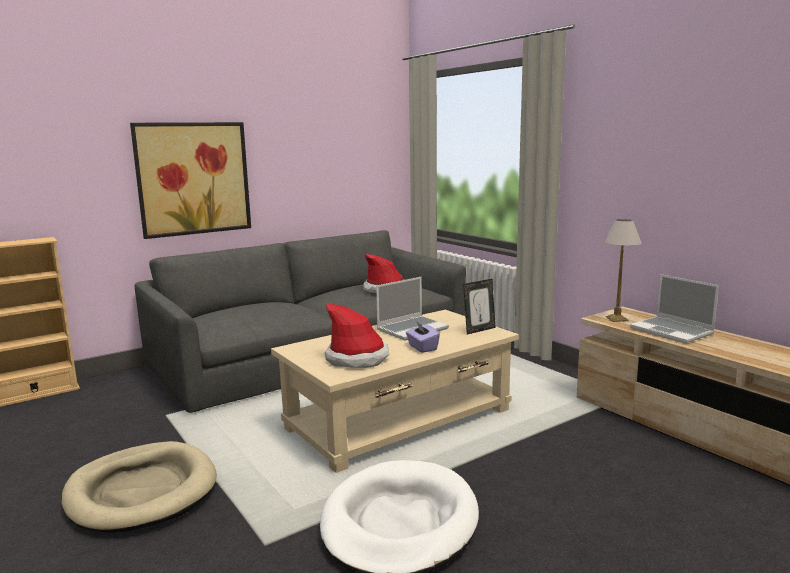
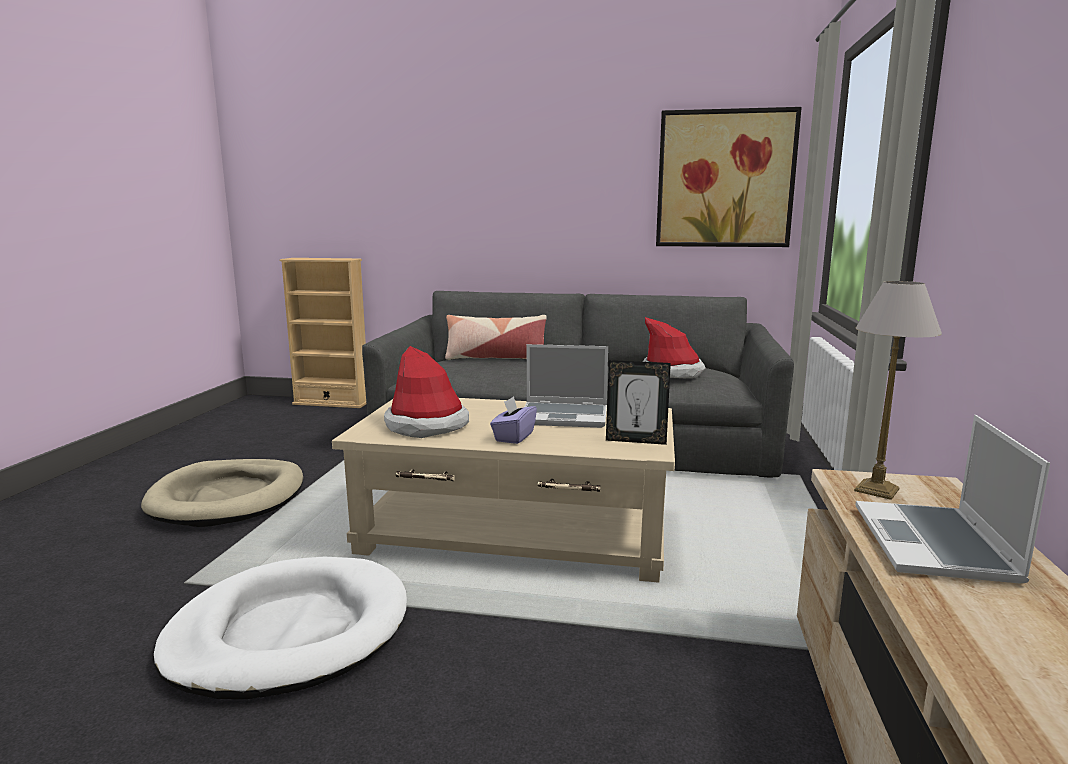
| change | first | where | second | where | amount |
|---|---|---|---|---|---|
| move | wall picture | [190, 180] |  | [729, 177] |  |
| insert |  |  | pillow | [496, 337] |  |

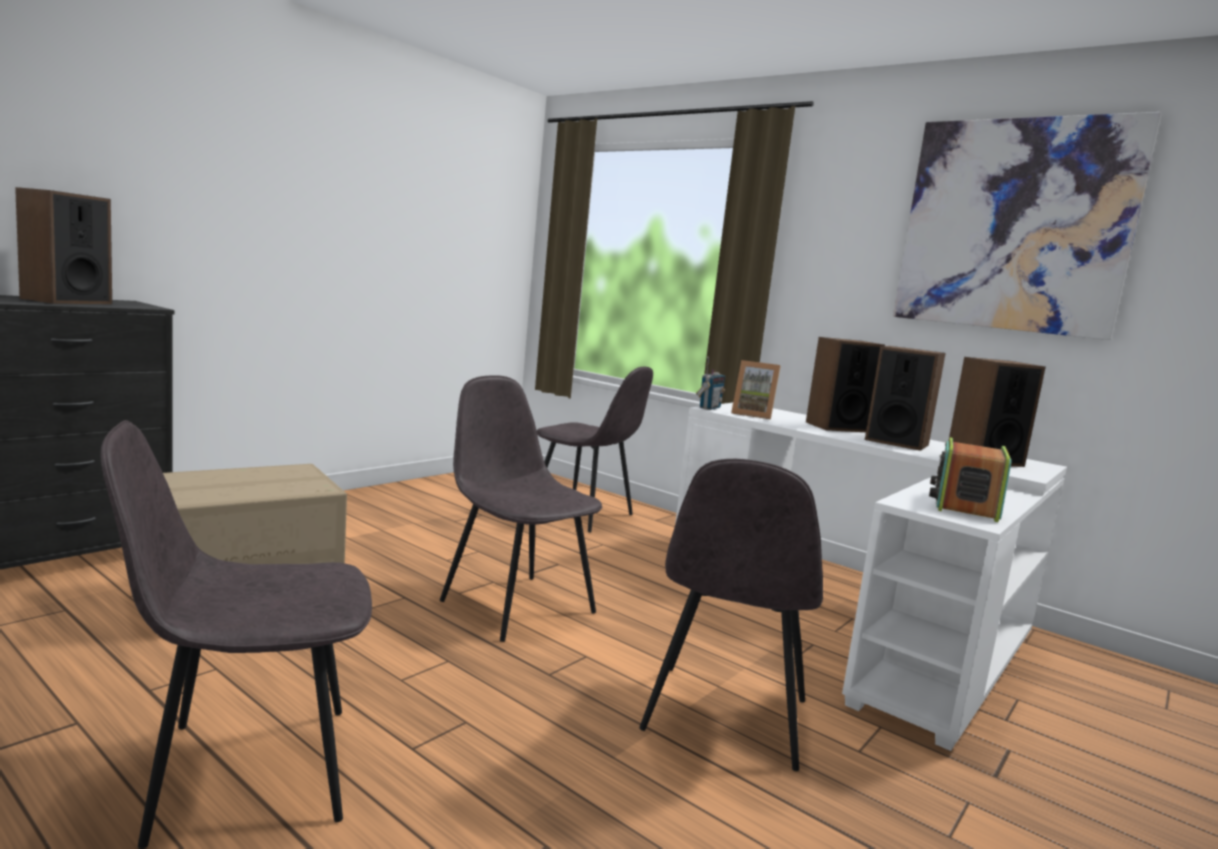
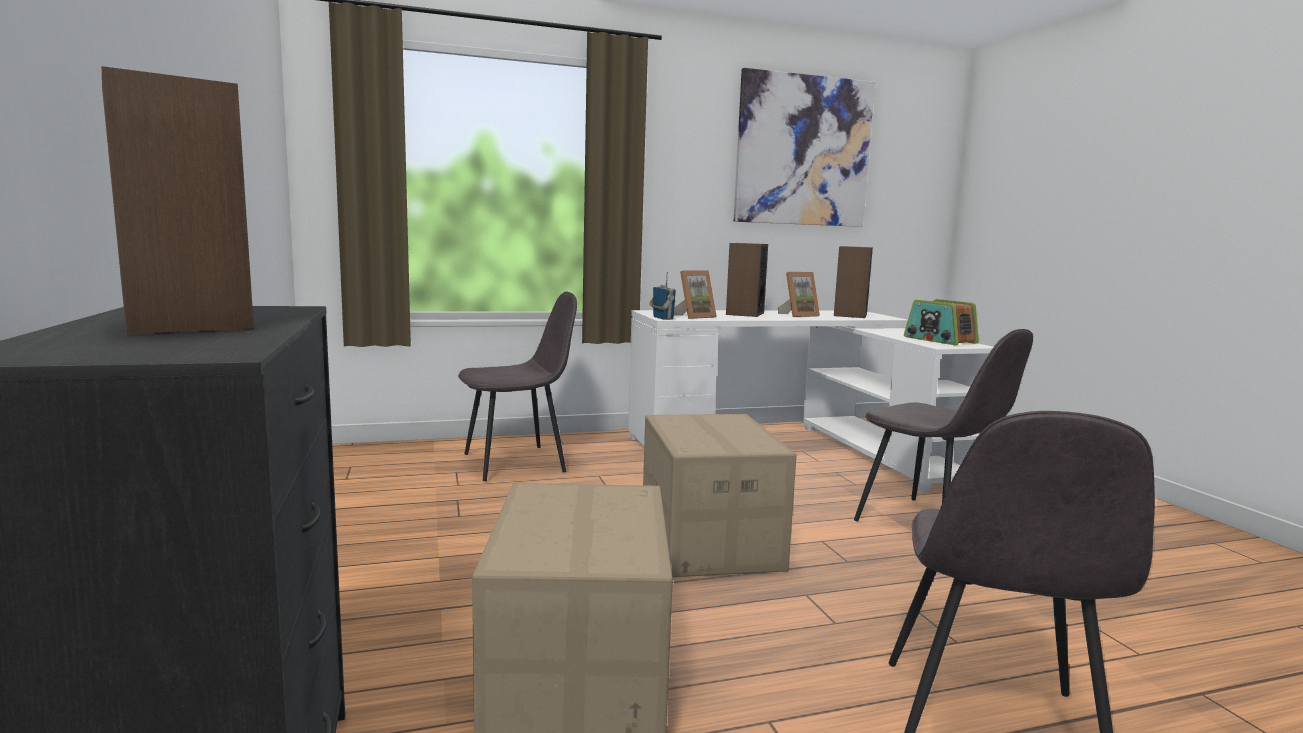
| change | first | where | second | where | amount |
|---|---|---|---|---|---|
| replace | gray chair | [521, 508] | packing box | [720, 495] |  |
| replace | audio speaker | [905, 398] | photo frame | [799, 294] |  |

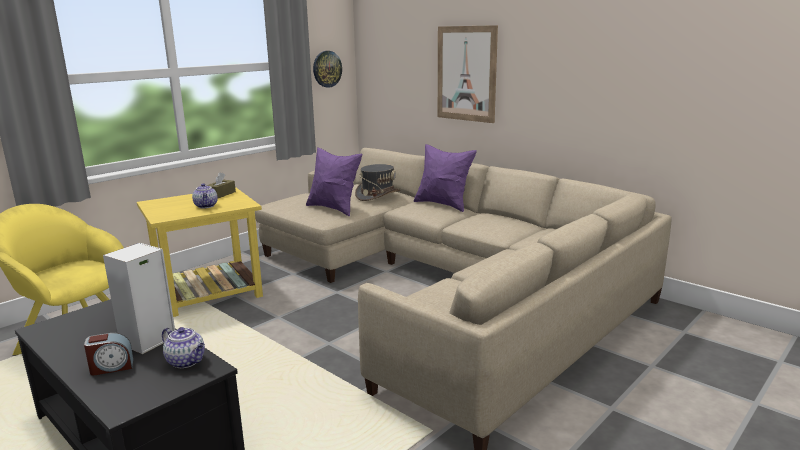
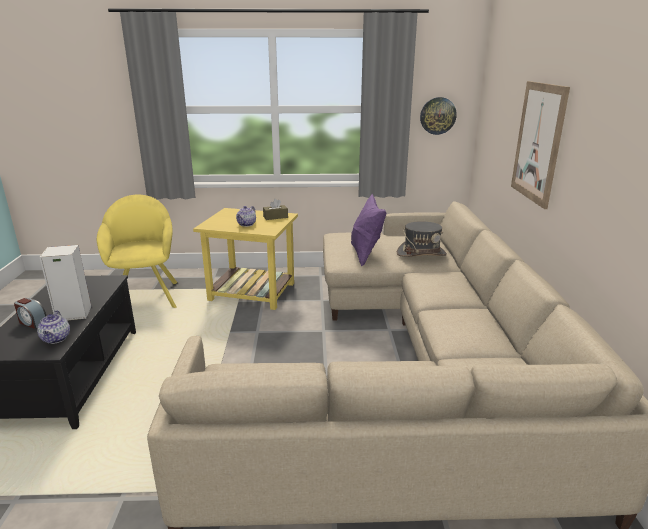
| change | first | where | second | where | amount |
|---|---|---|---|---|---|
| delete | purple-coloured pillow | [445, 178] |  |  |  |

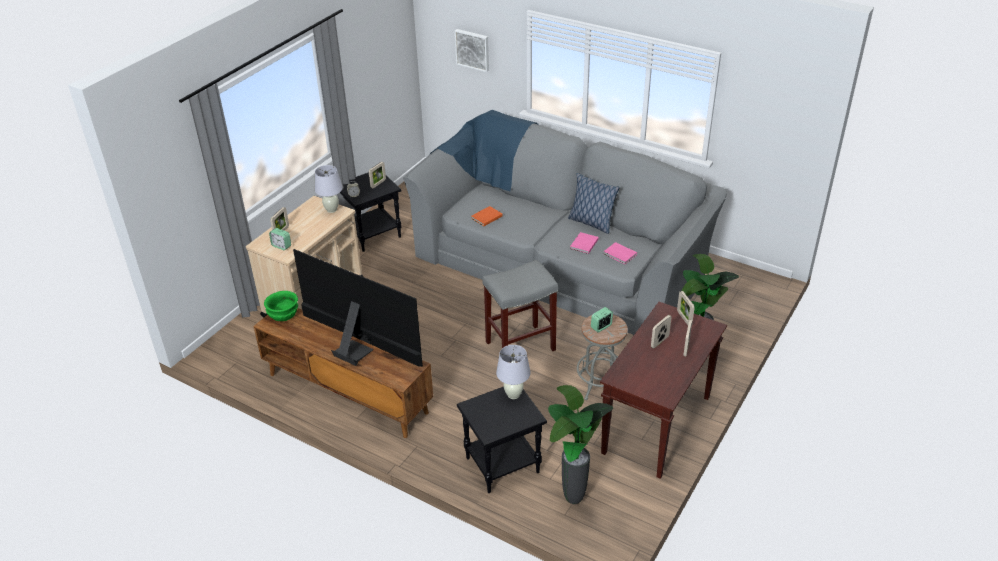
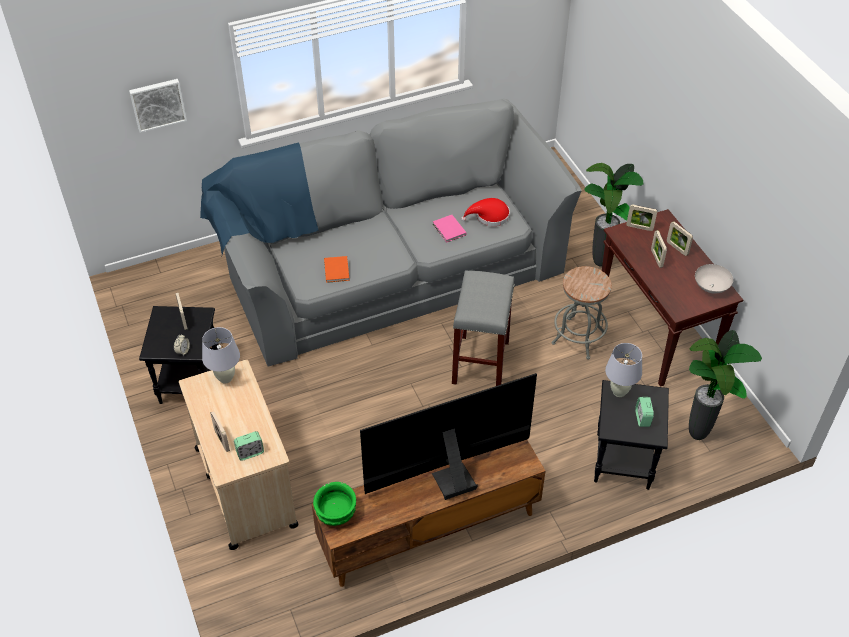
| change | first | where | second | where | amount |
|---|---|---|---|---|---|
| delete | pillow | [593, 203] |  |  |  |
| move | bedside clock | [602, 319] |  | [644, 412] |  |
| replace | pinkish volume | [620, 253] | red wearable hat | [485, 212] |  |
| insert |  |  | whitish serving bowl | [714, 279] |  |

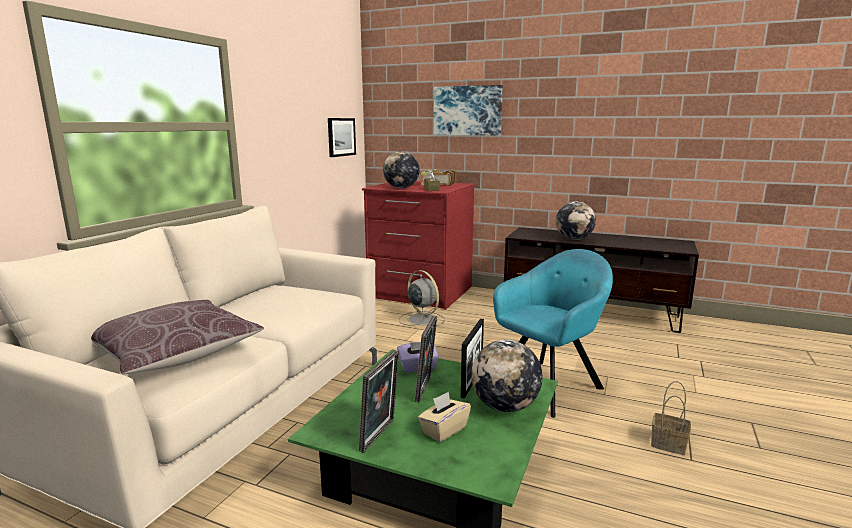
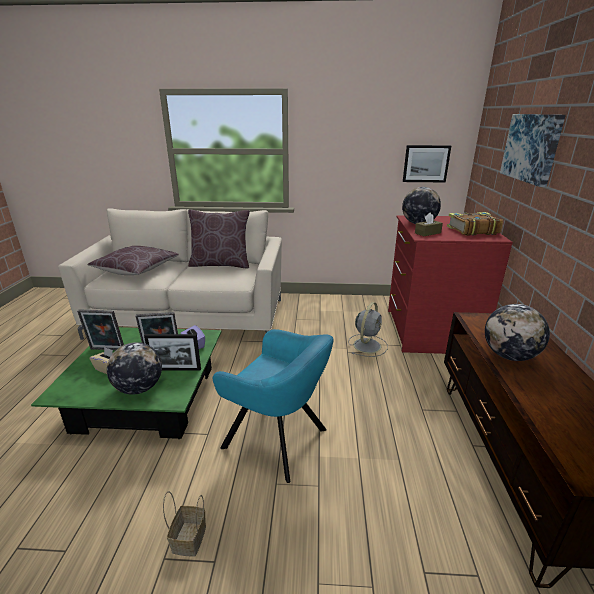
| change | first | where | second | where | amount |
|---|---|---|---|---|---|
| insert |  |  | brownish pillow | [219, 239] |  |

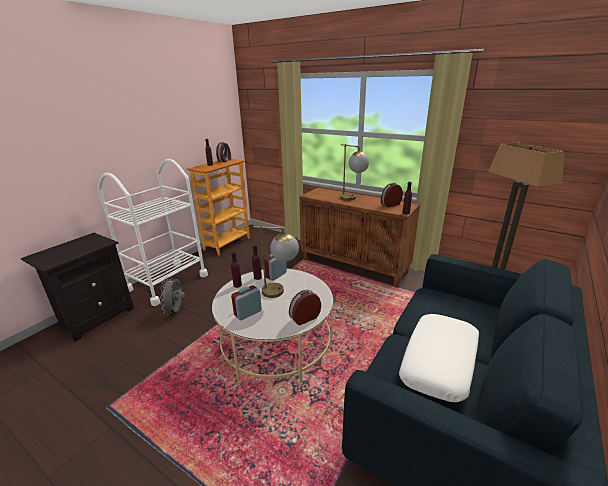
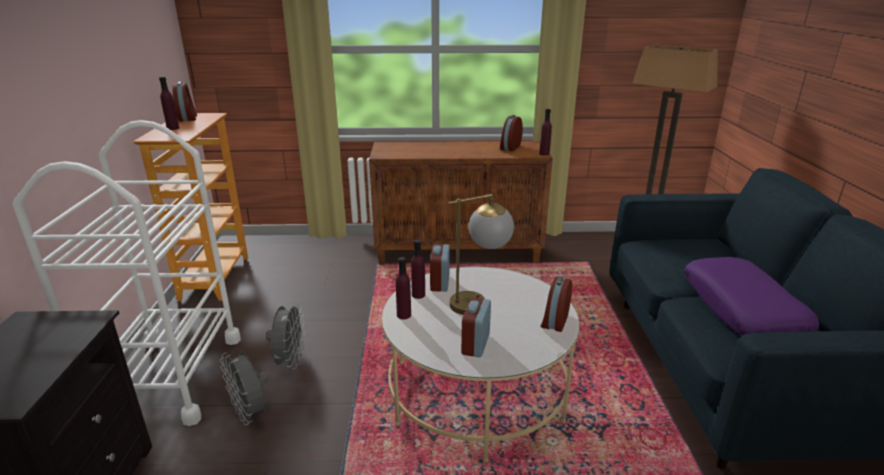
| change | first | where | second | where | amount |
|---|---|---|---|---|---|
| delete | lamp for a table | [354, 172] |  |  |  |
| recolor | whitish pillow | [439, 358] | purple-coloured pillow | [751, 296] |  |
| insert |  |  | gray electric fan | [285, 335] |  |

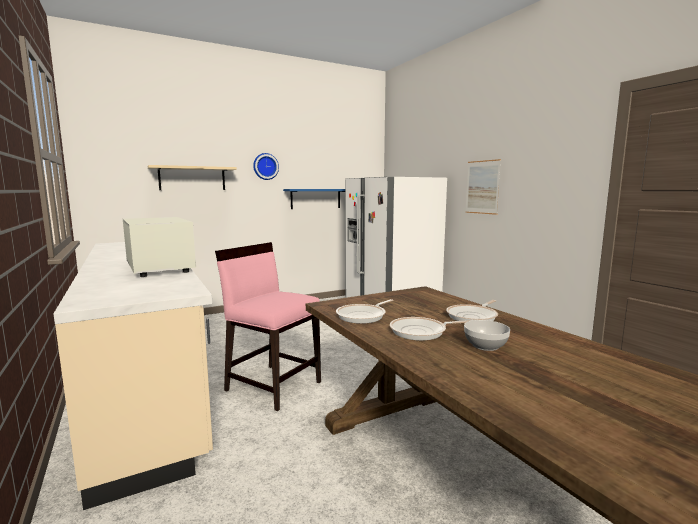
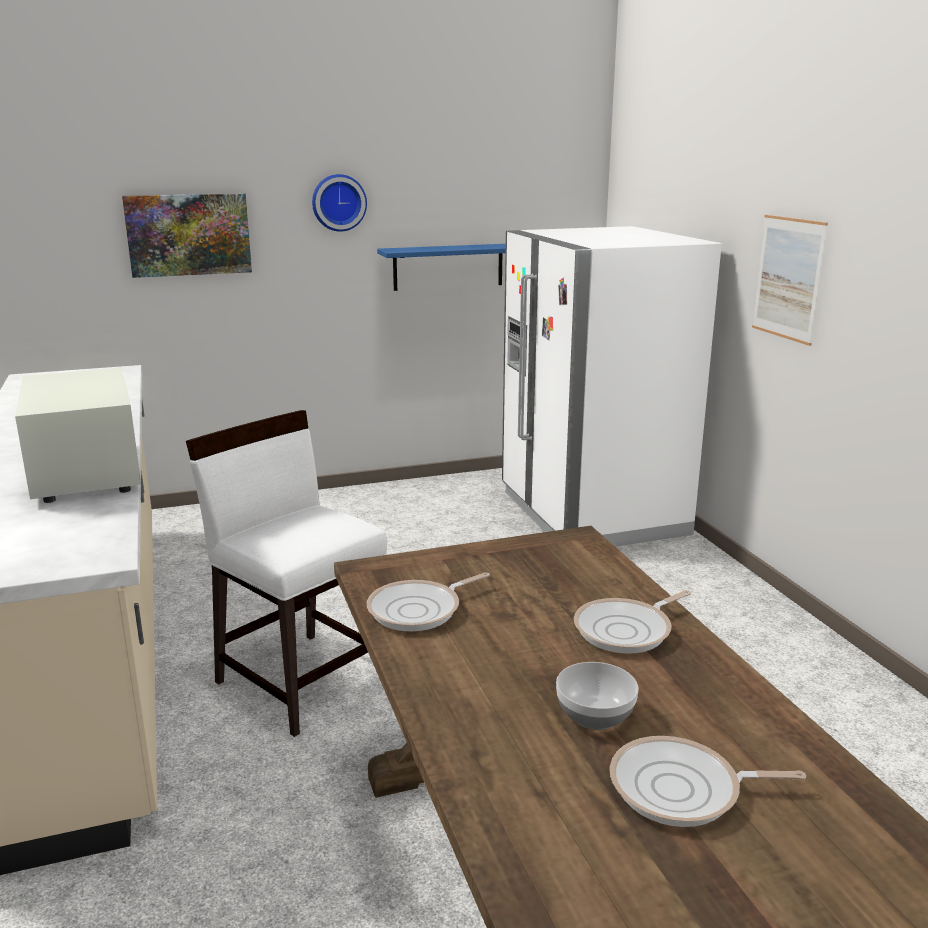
| change | first | where | second | where | amount |
|---|---|---|---|---|---|
| replace | beige shelf | [192, 177] | wall picture | [187, 235] |  |
| recolor | pinkish chair | [268, 326] | whitish chair | [286, 573] |  |
| move | frying pan | [430, 329] |  | [708, 781] |  |

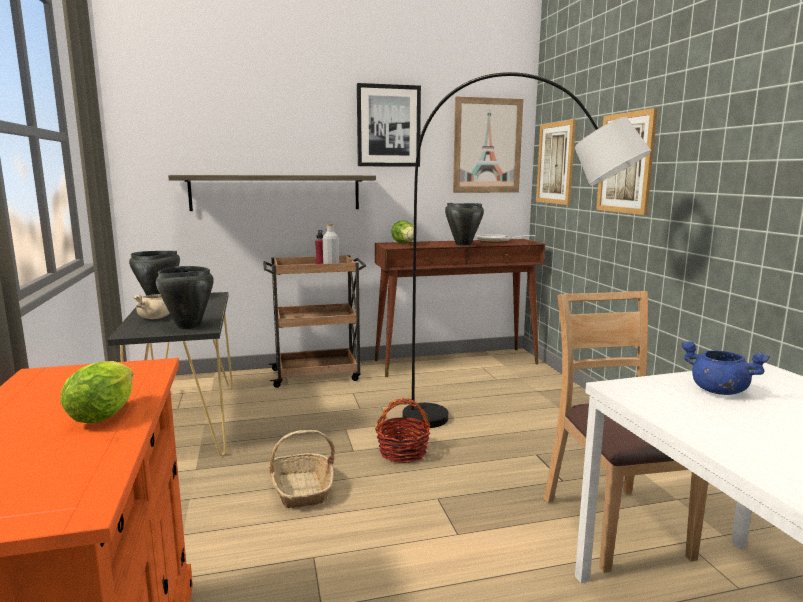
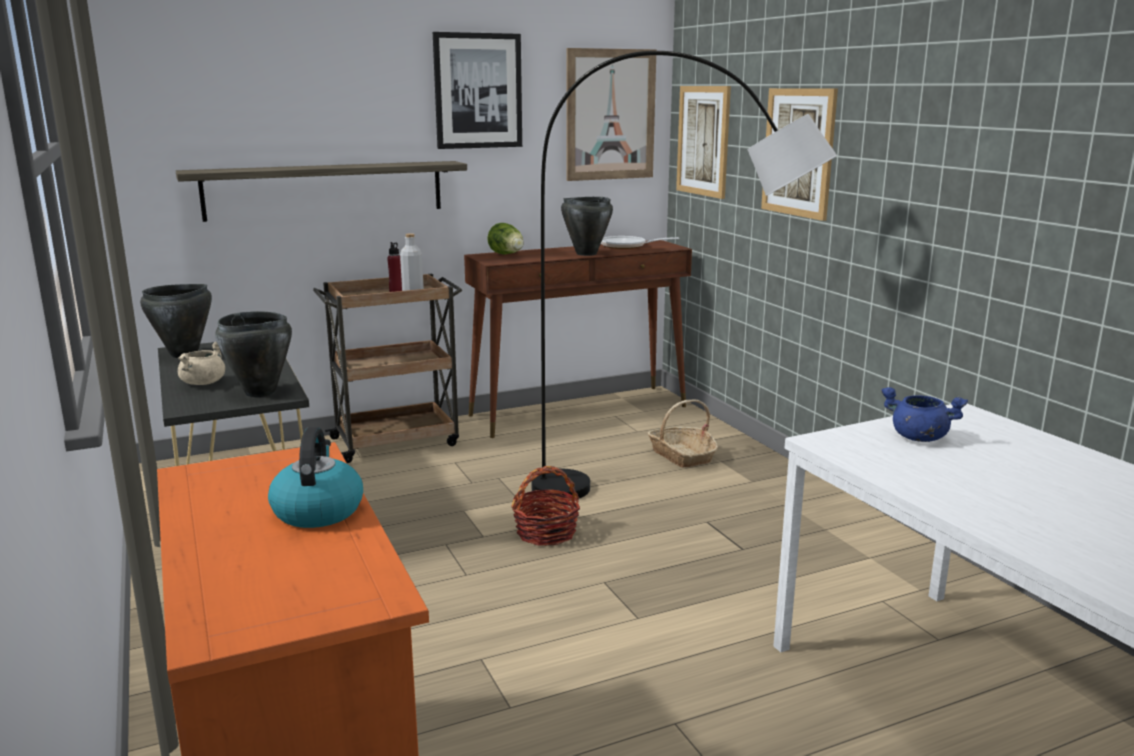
| change | first | where | second | where | amount |
|---|---|---|---|---|---|
| replace | lettuce head | [96, 392] | kettle | [315, 477] |  |
| move | storage basket | [302, 469] |  | [682, 433] |  |
| delete | brownish chair | [625, 432] |  |  |  |

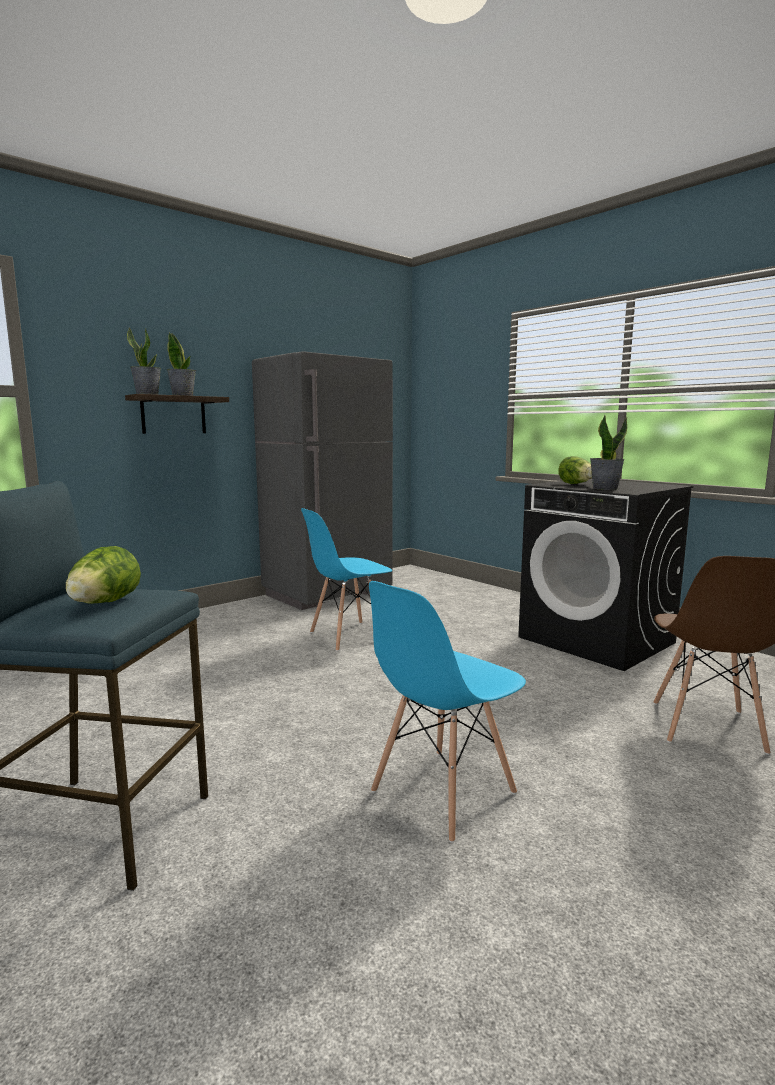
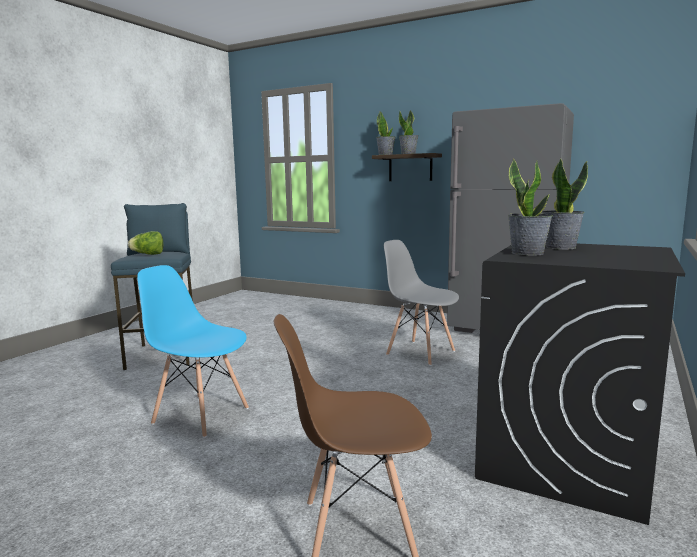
| change | first | where | second | where | amount |
|---|---|---|---|---|---|
| recolor | blue chair | [346, 579] | gray chair | [421, 303] |  |
| replace | lettuce head | [575, 470] | plant in a pot | [565, 204] |  |

